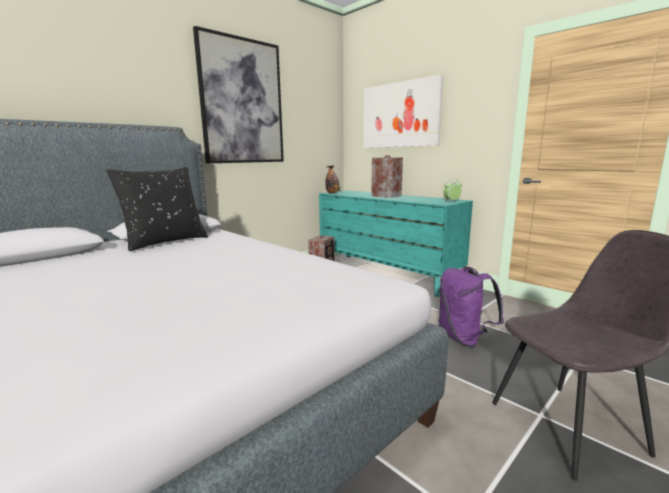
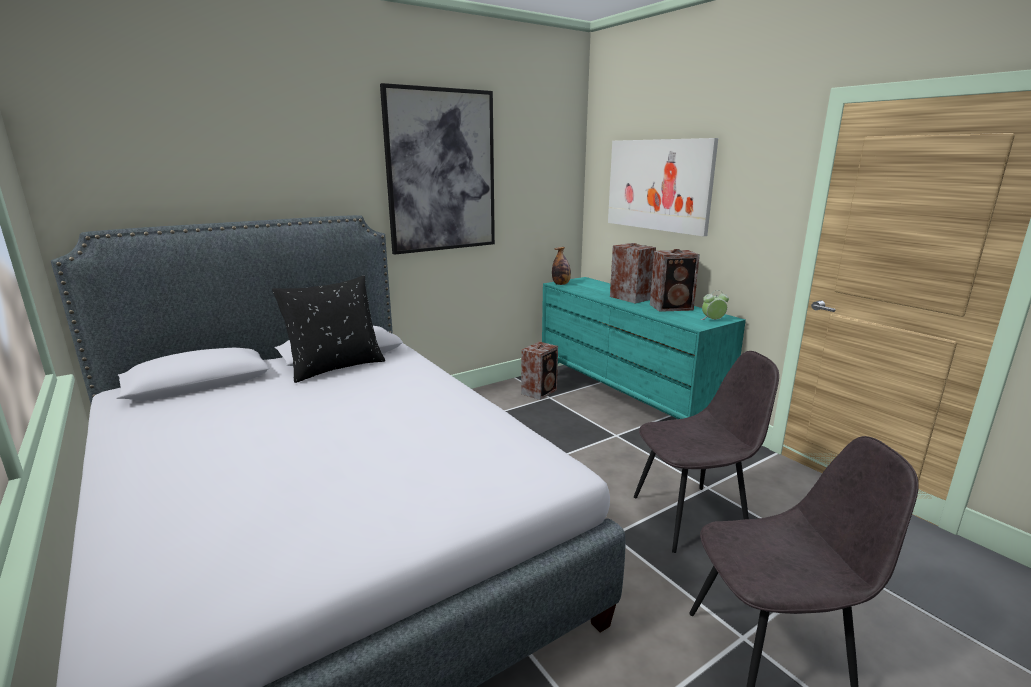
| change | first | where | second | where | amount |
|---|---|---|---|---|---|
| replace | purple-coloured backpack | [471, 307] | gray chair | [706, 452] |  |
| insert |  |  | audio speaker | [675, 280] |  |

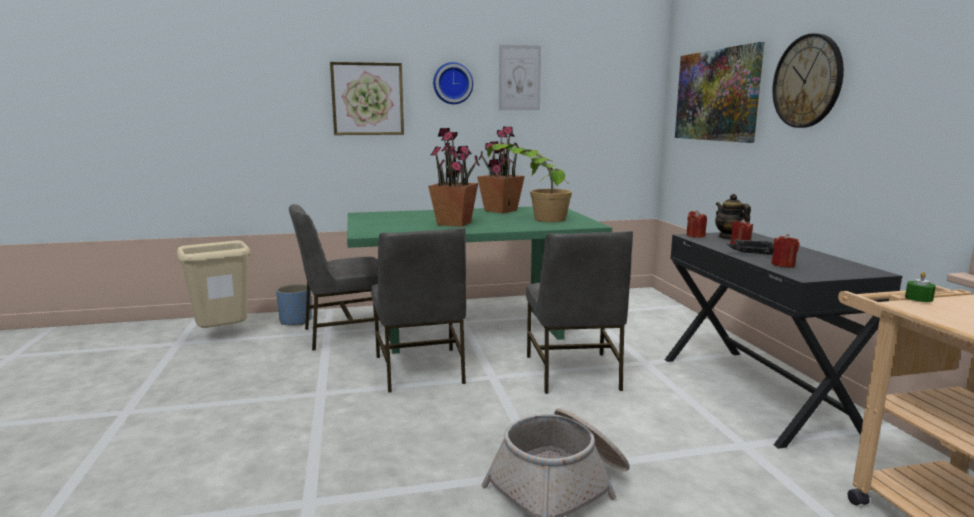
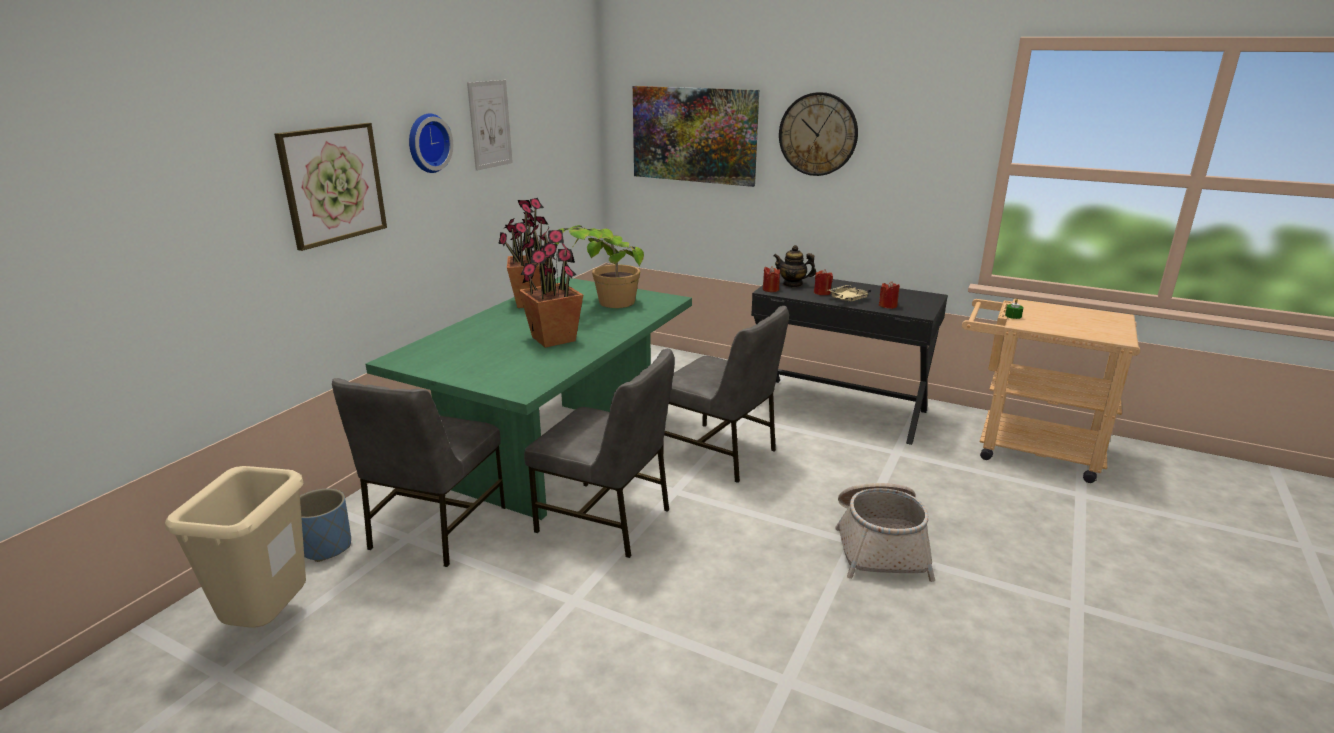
| change | first | where | second | where | amount |
|---|---|---|---|---|---|
| recolor | black serving tray | [750, 247] | beige serving tray | [850, 293] |  |

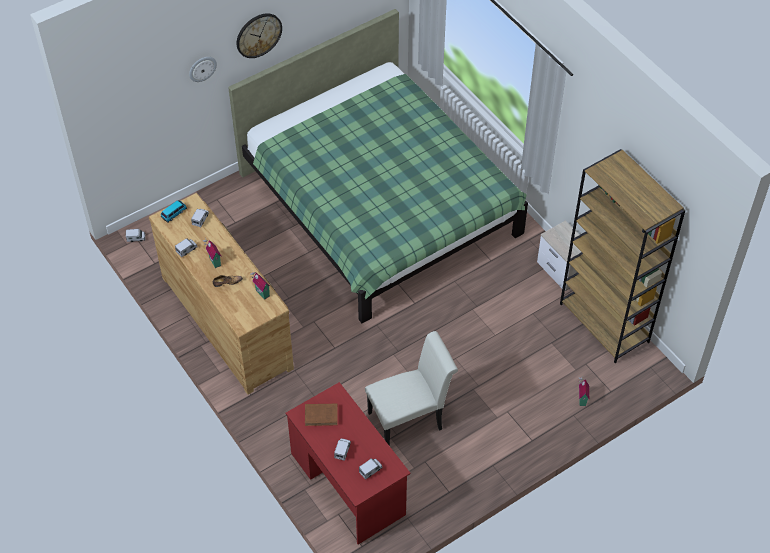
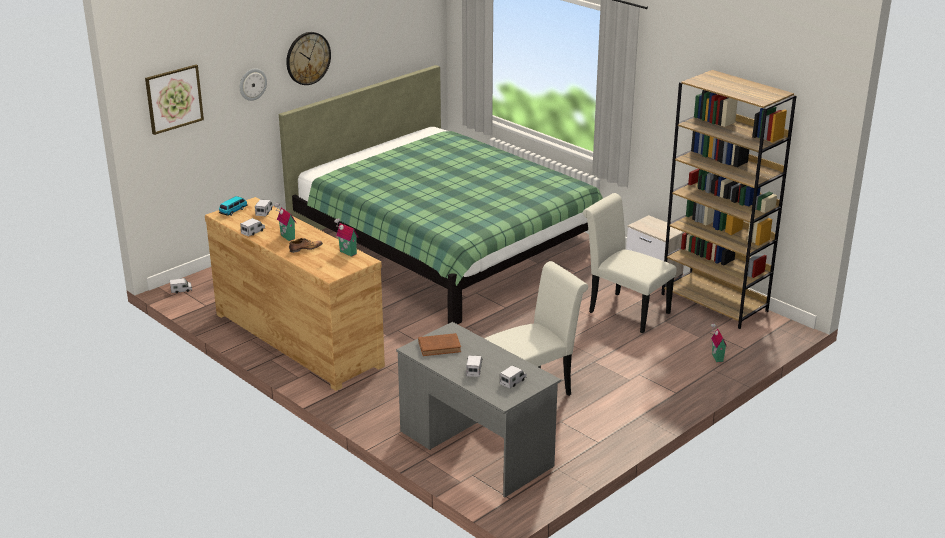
| change | first | where | second | where | amount |
|---|---|---|---|---|---|
| recolor | red desk table | [348, 463] | gray desk table | [478, 410] |  |
| insert |  |  | wall picture | [174, 99] |  |
| insert |  |  | whitish chair | [630, 263] |  |

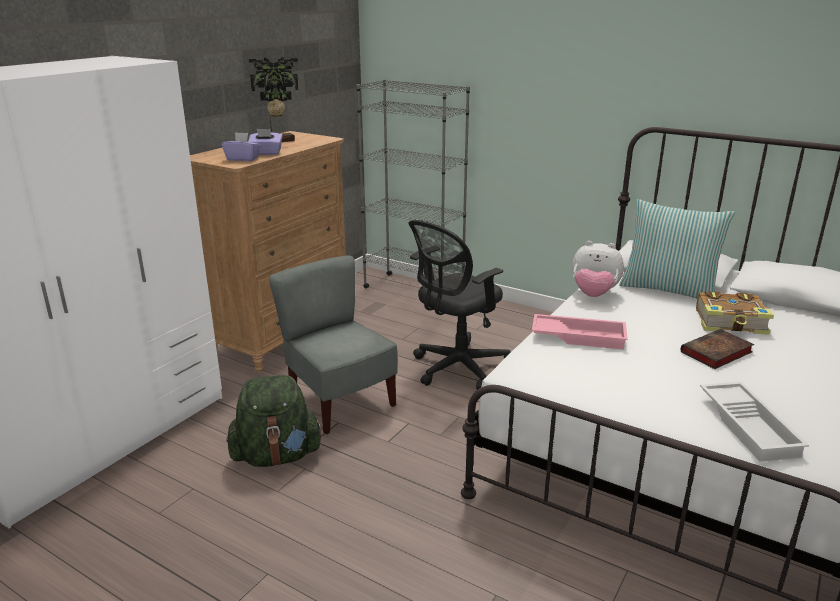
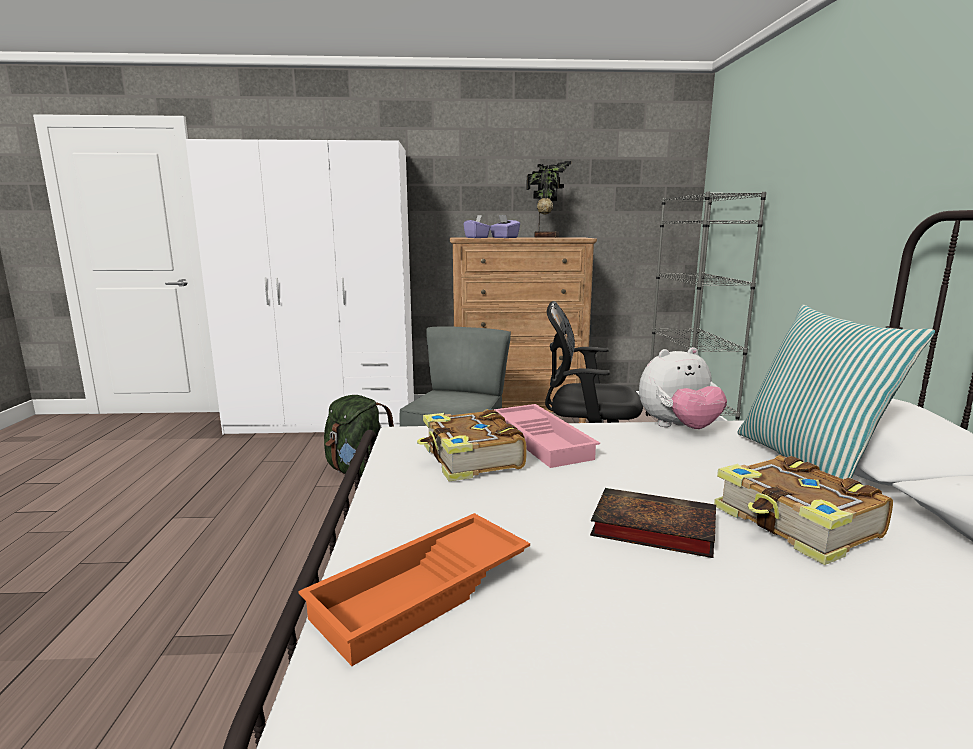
| change | first | where | second | where | amount |
|---|---|---|---|---|---|
| rotate | soft toy | [598, 269] |  | [683, 388] | 90 degrees counterclockwise |
| recolor | whitish serving tray | [754, 422] | orangey serving tray | [414, 589] |  |
| insert |  |  | volume | [472, 445] |  |

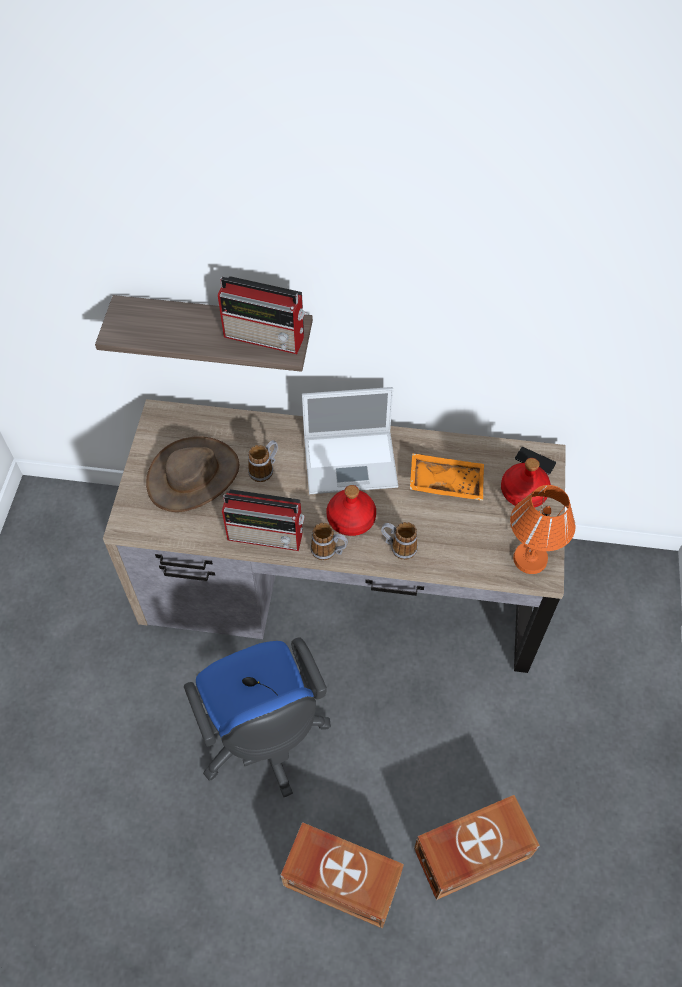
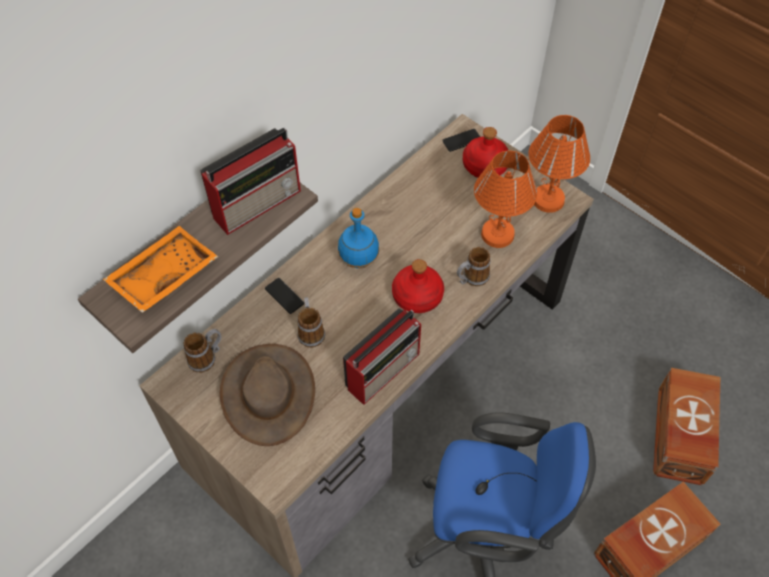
| change | first | where | second | where | amount |
|---|---|---|---|---|---|
| replace | notebook computer | [350, 440] | blue beverage bottle | [358, 238] |  |
| move | mug | [329, 541] |  | [202, 351] |  |
| move | orangey serving tray | [447, 477] |  | [160, 269] |  |
| insert |  |  | phone | [284, 296] |  |
| insert |  |  | orangey lamp for a table | [505, 199] |  |

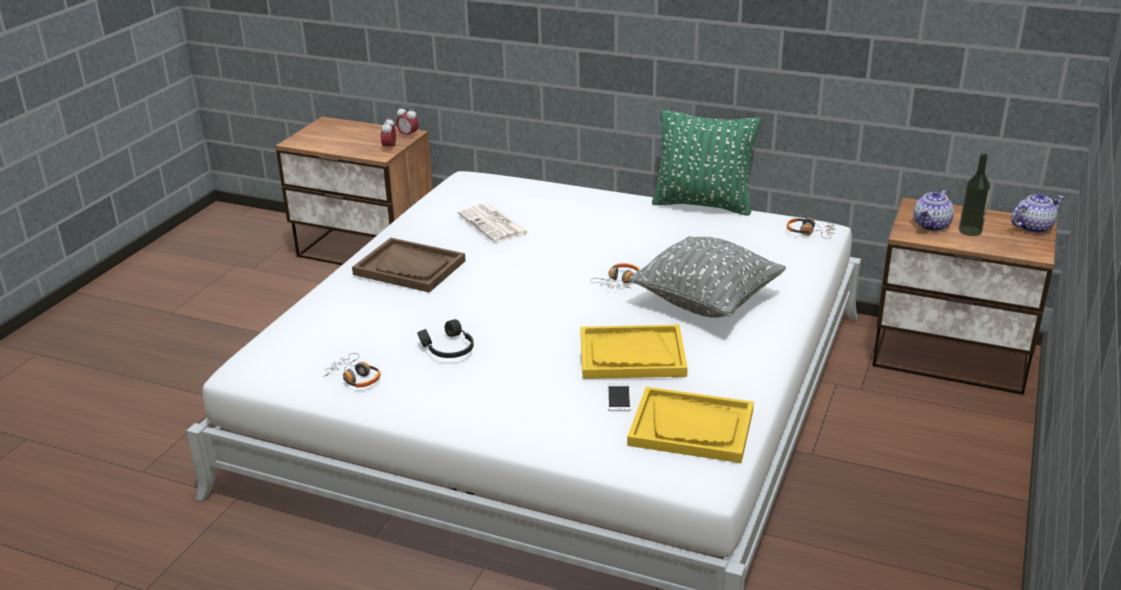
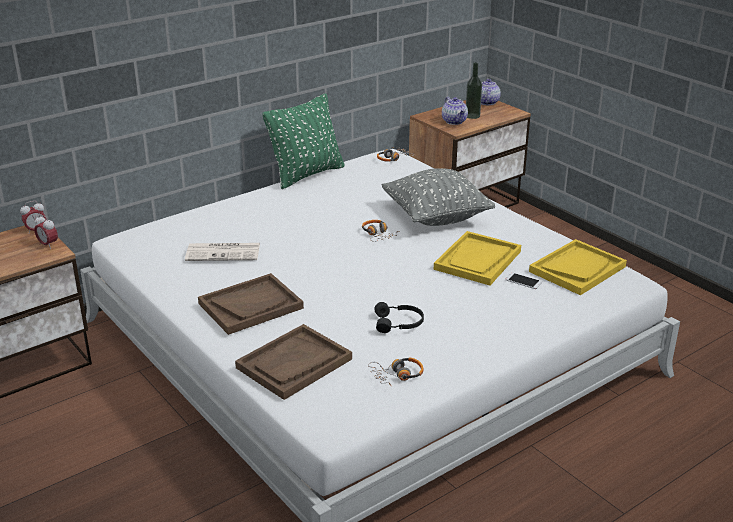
| change | first | where | second | where | amount |
|---|---|---|---|---|---|
| insert |  |  | brownish serving tray | [293, 362] |  |

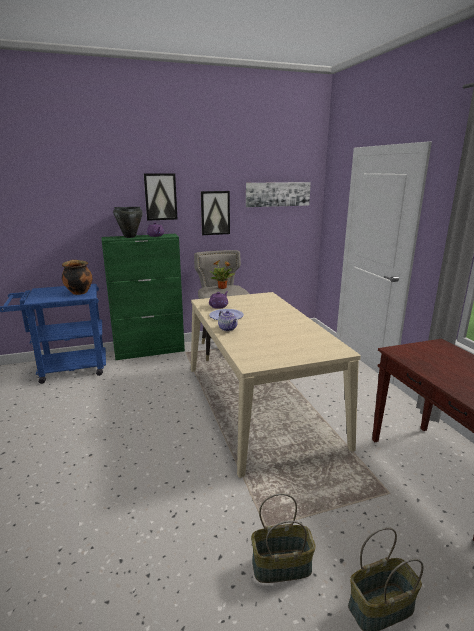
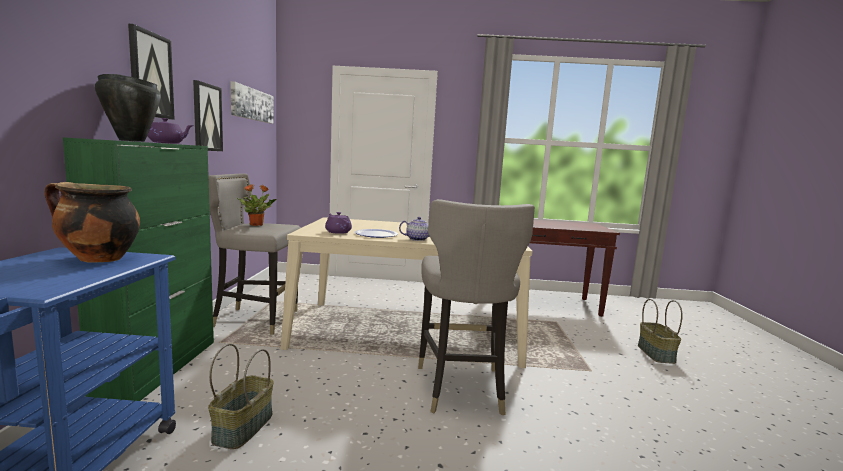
| change | first | where | second | where | amount |
|---|---|---|---|---|---|
| move | storage basket | [283, 538] |  | [241, 396] |  |
| insert |  |  | gray stool seat | [476, 307] |  |

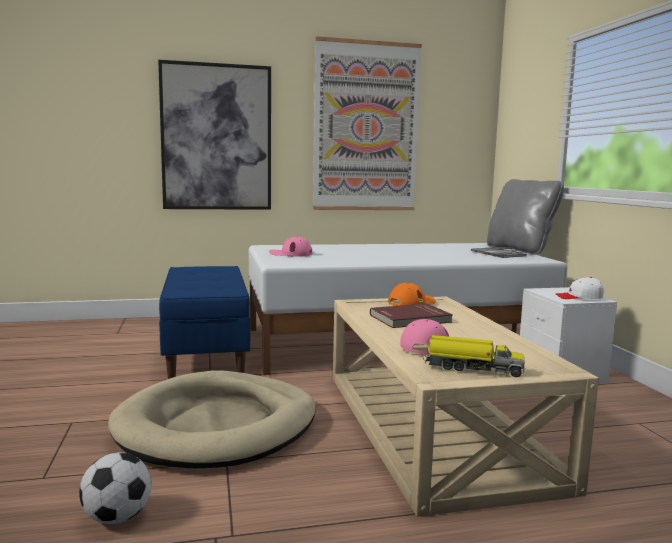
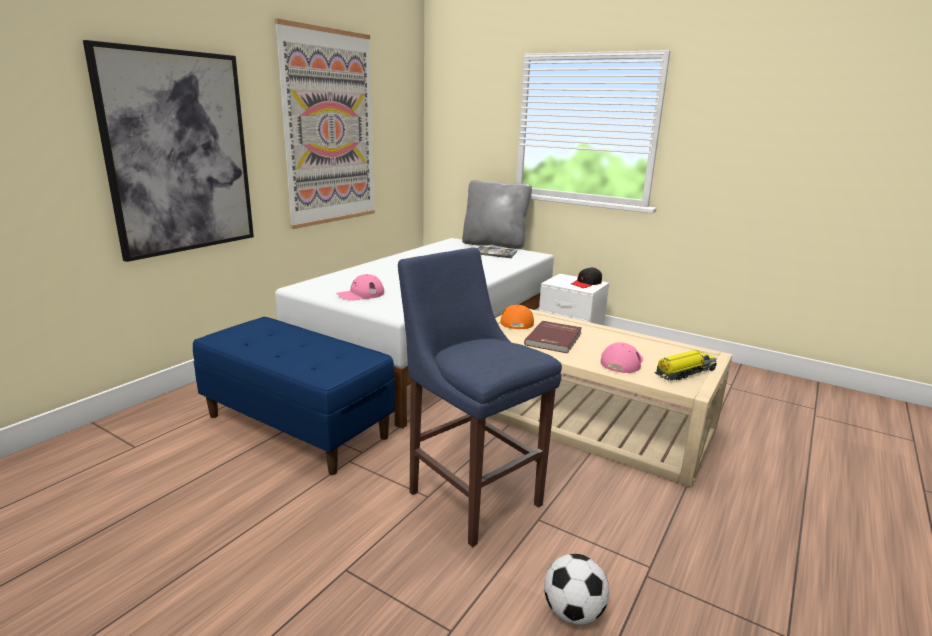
| change | first | where | second | where | amount |
|---|---|---|---|---|---|
| replace | beige dog bed | [212, 419] | blue stool seat | [480, 397] |  |
| rotate | pinkish cap | [424, 336] |  | [622, 357] | 60 degrees clockwise |
| recolor | whitish cap | [579, 288] | black cap | [586, 277] |  |

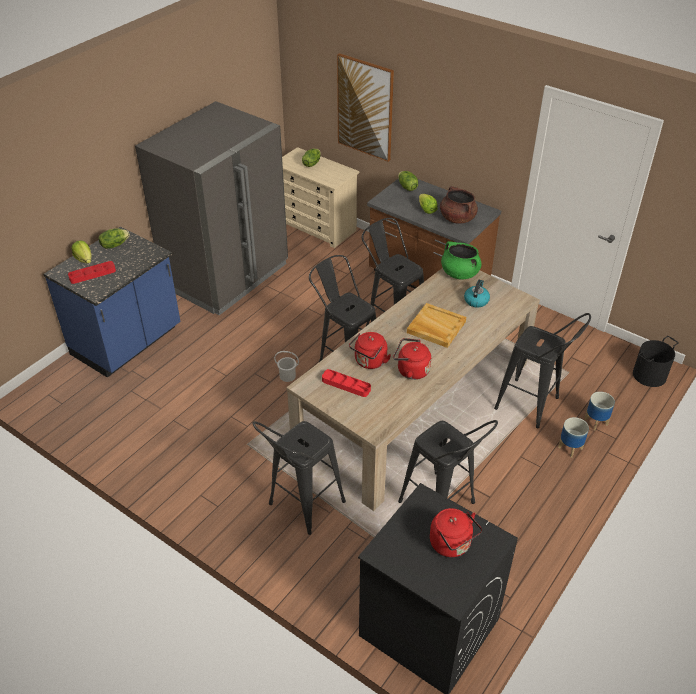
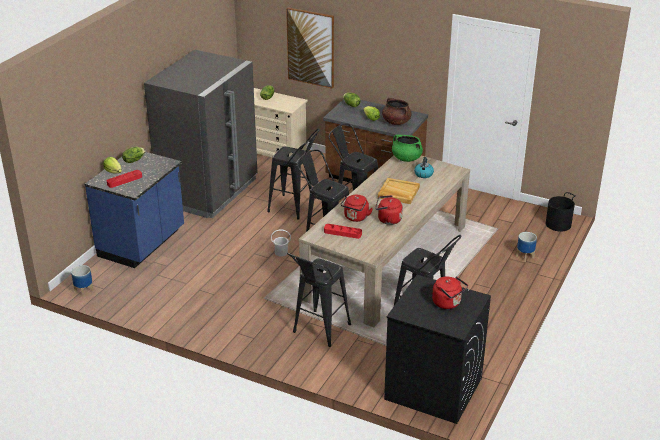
| change | first | where | second | where | amount |
|---|---|---|---|---|---|
| move | black stool seat | [542, 370] |  | [293, 173] |  |
| move | plant pot | [573, 437] |  | [82, 281] |  |

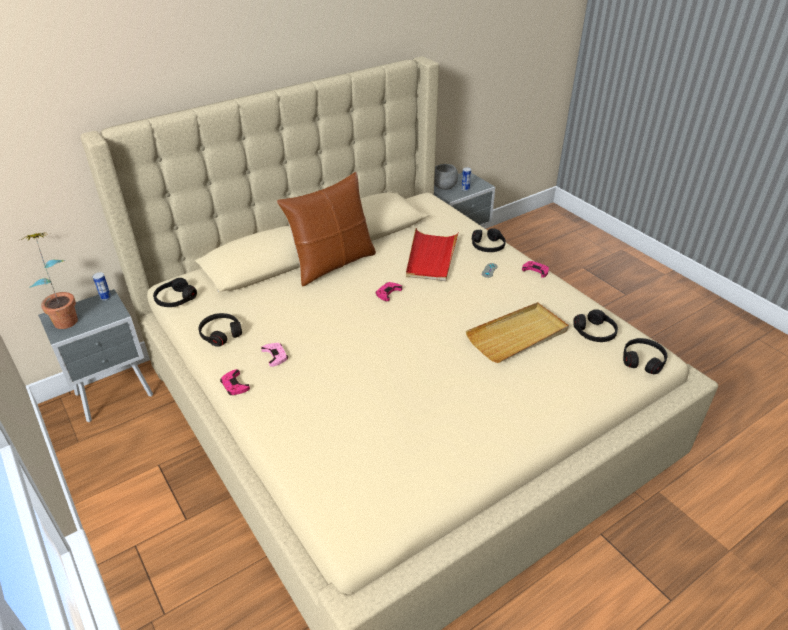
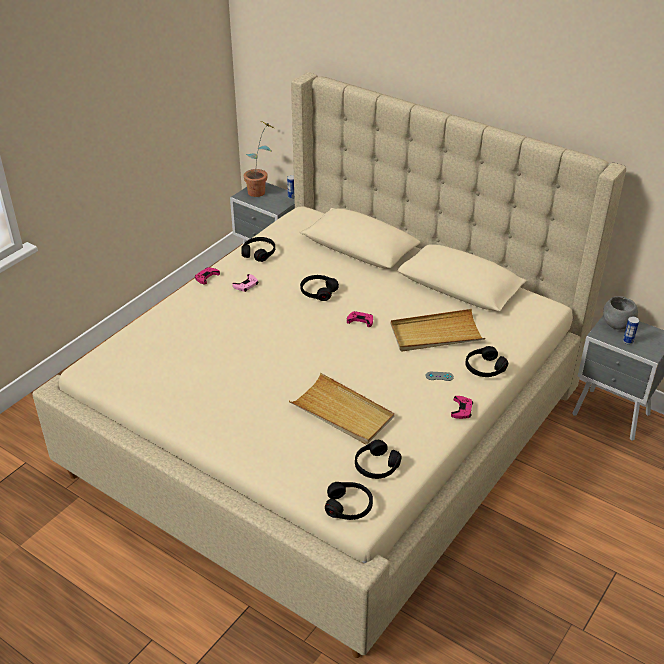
| change | first | where | second | where | amount |
|---|---|---|---|---|---|
| move | black pair of headphones | [175, 292] |  | [319, 288] |  |
| delete | brownish pillow | [326, 229] |  |  |  |
| recolor | red serving tray | [432, 254] | beige serving tray | [438, 330] |  |

